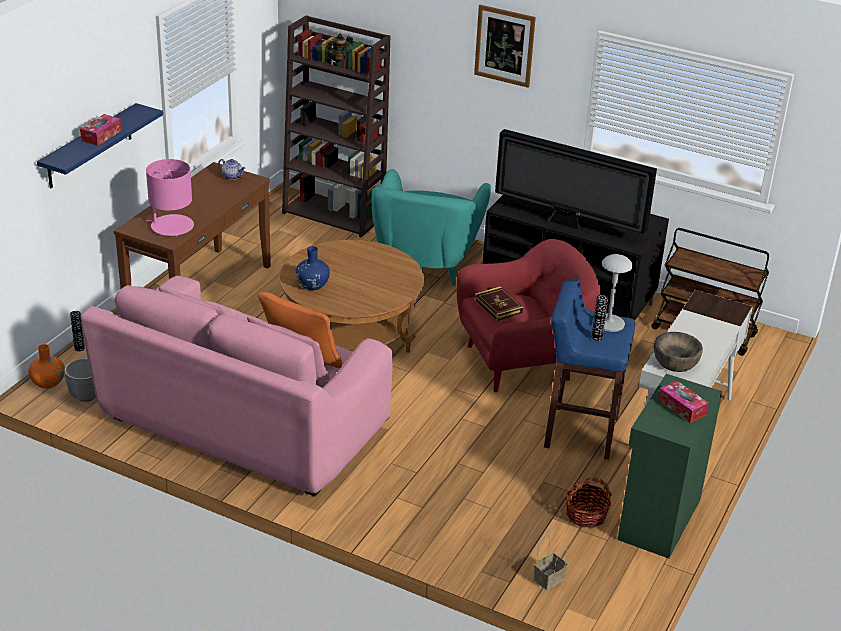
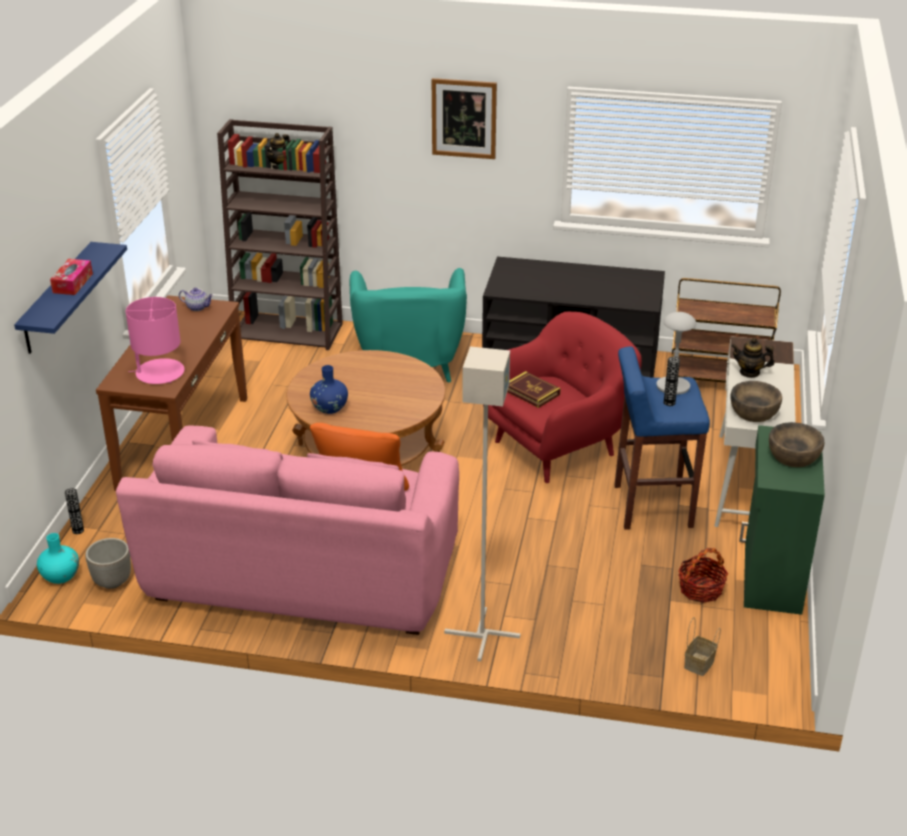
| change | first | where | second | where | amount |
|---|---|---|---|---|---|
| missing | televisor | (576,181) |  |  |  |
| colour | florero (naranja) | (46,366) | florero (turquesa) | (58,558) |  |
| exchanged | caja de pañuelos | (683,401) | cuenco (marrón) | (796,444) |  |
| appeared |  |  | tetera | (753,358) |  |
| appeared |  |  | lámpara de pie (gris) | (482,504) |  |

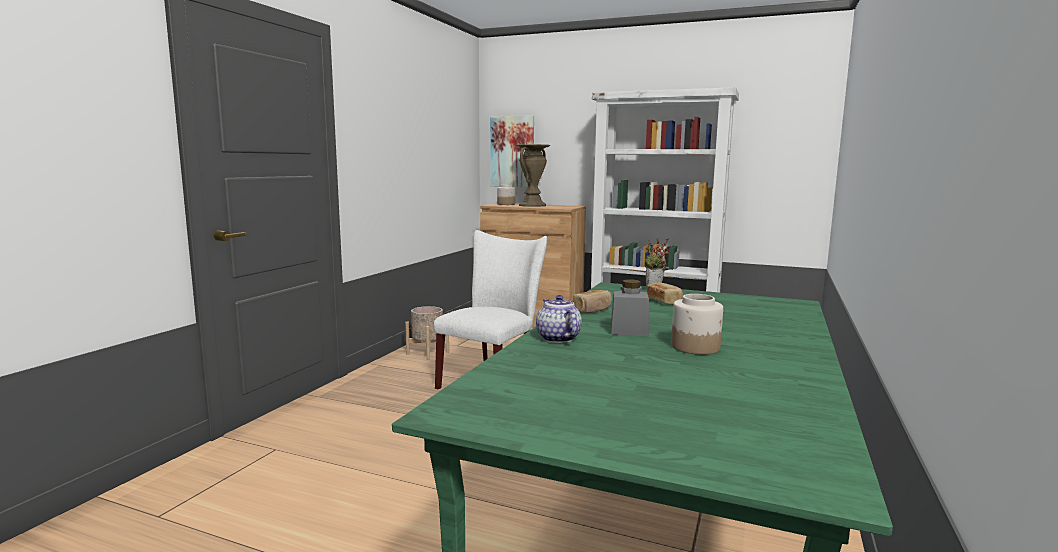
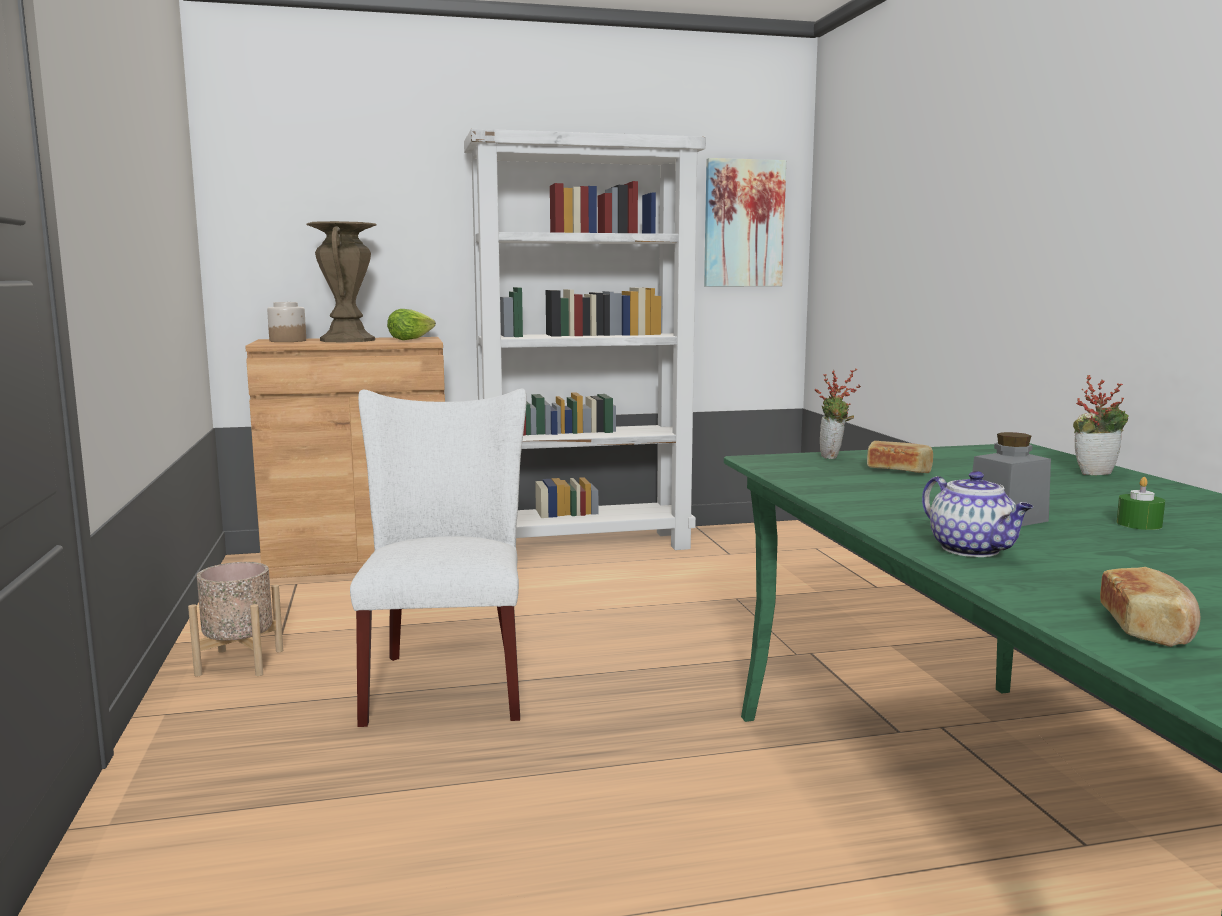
| change | first | where | second | where | amount |
|---|---|---|---|---|---|
| relocated | cuadro | (512,151) |  | (745,222) |  |
| relocated | pan | (592,301) |  | (1150,607) |  |
| exchanged | tarro | (697,324) | vela (verde) | (1140,503) |  |
| spun | tetera | (559,319) |  | (977,514) | 150 degrees counterclockwise |
| appeared |  |  | lechuga | (411,324) |  |
| appeared |  |  | planta en maceta | (1101,425) |  |

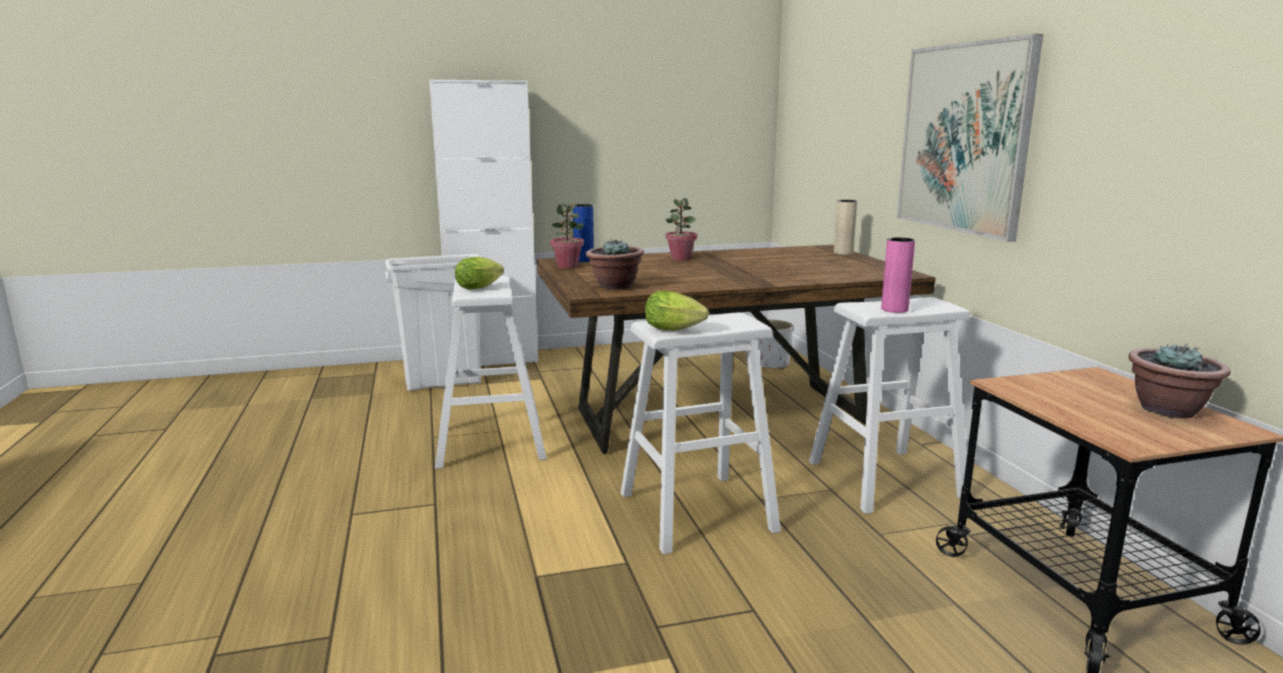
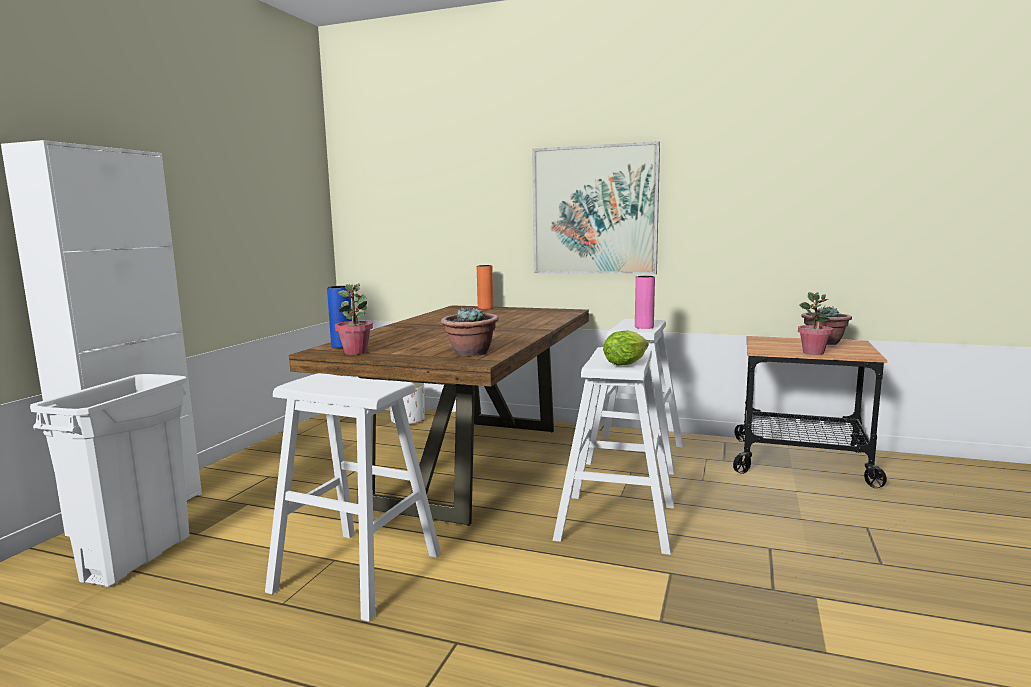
| change | first | where | second | where | amount |
|---|---|---|---|---|---|
| relocated | planta en maceta | (681,229) |  | (815,323) |  |
| colour | florero (beis) | (845,227) | florero (naranja) | (485,287) |  |
| missing | lechuga | (479,273) |  |  |  |

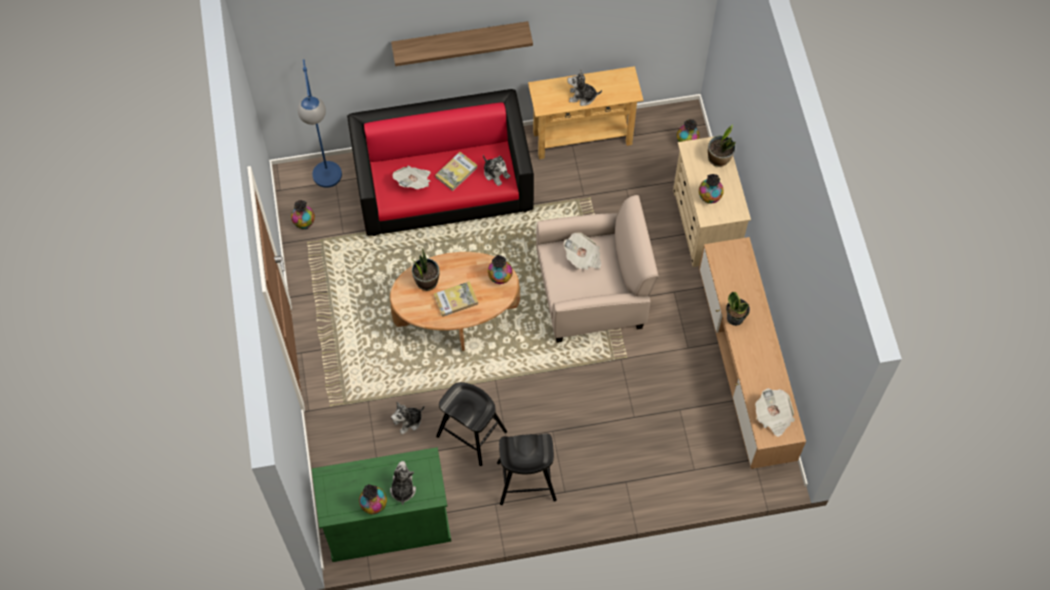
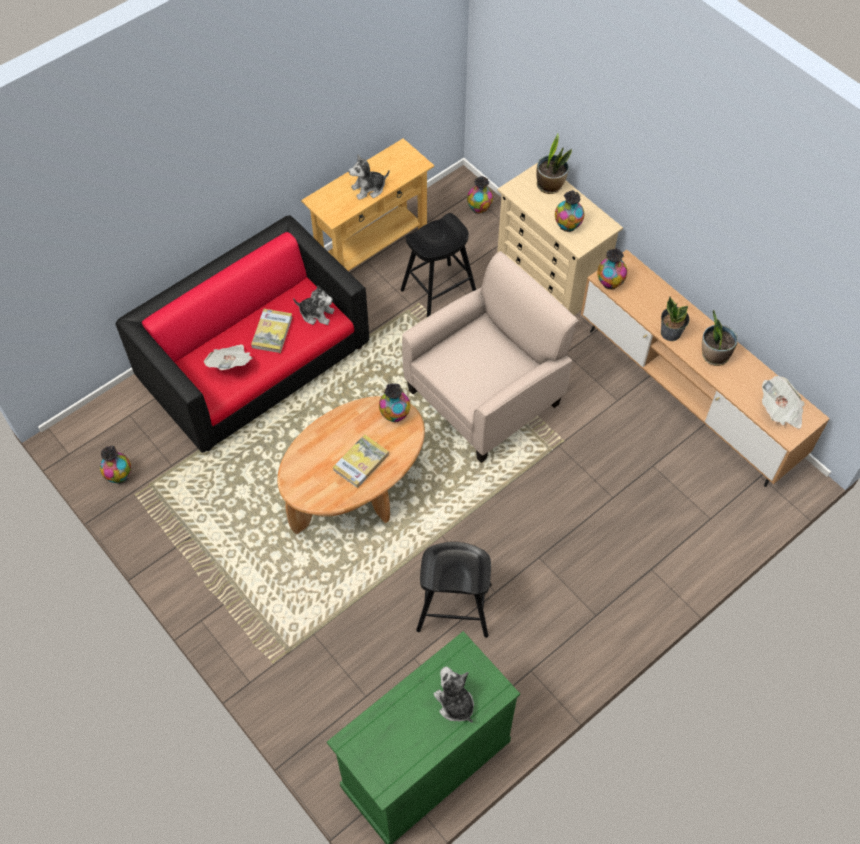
| change | first | where | second | where | amount |
|---|---|---|---|---|---|
| missing | estante | (462,43) |  |  |  |
| missing | lámpara de pie (azul) | (320,123) |  |  |  |
| missing | periódico | (582,251) |  |  |  |
| relocated | planta en maceta | (426,270) |  | (720,338) |  |
| missing | peluche | (408,418) |  |  |  |
| relocated | taburete (negro) | (527,469) |  | (438,265) |  |
| relocated | florero | (373,499) |  | (612,269) |  |

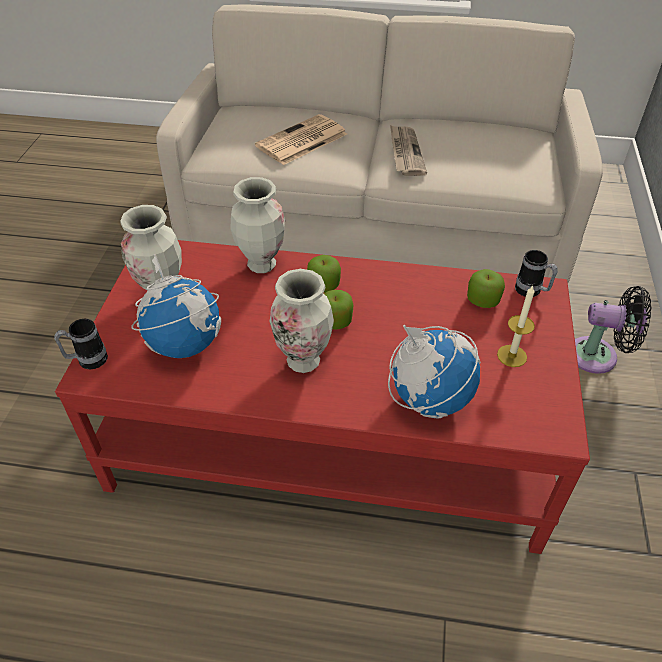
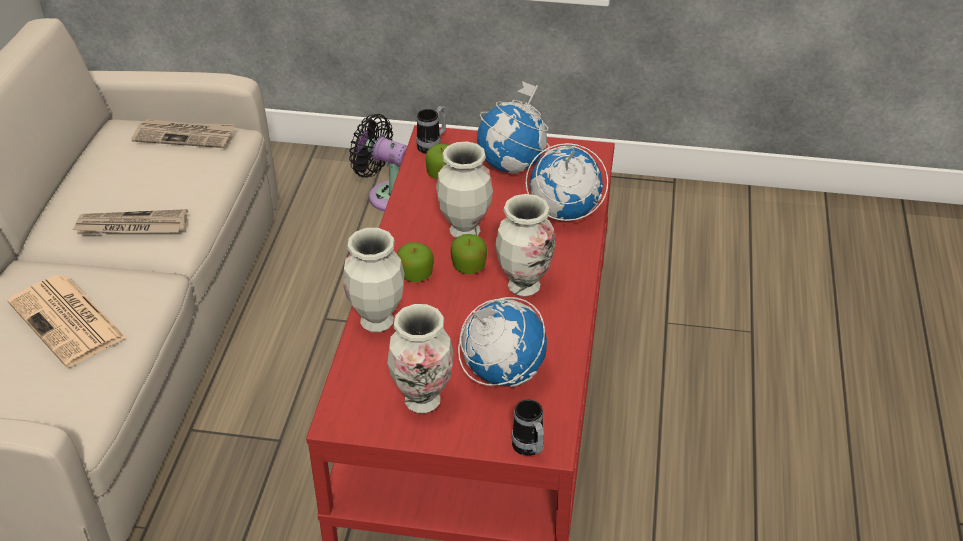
| change | first | where | second | where | amount |
|---|---|---|---|---|---|
| exchanged | vela | (516,326) | globo terráqueo | (513,127) |  |
| spun | ventilador (negro) | (613,330) |  | (378,162) | 75 degrees counterclockwise |
| appeared |  |  | periódico | (183,133) |  |
| appeared |  |  | florero | (464,189) |  |

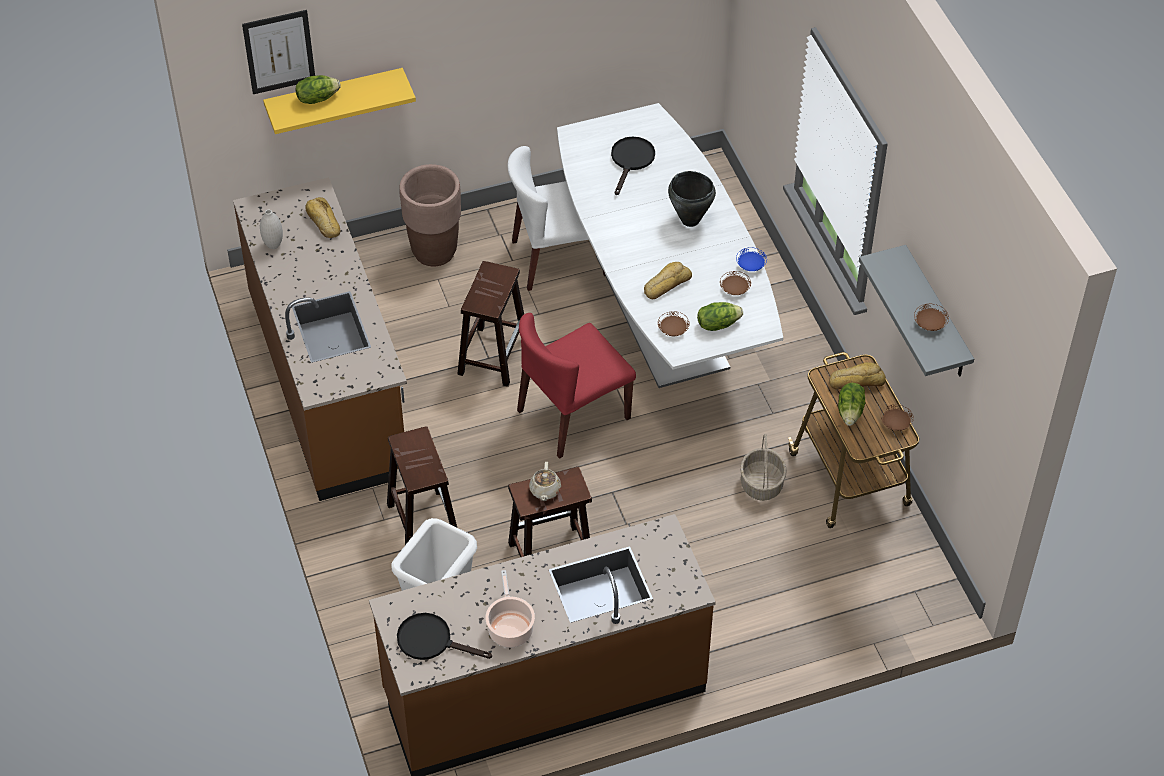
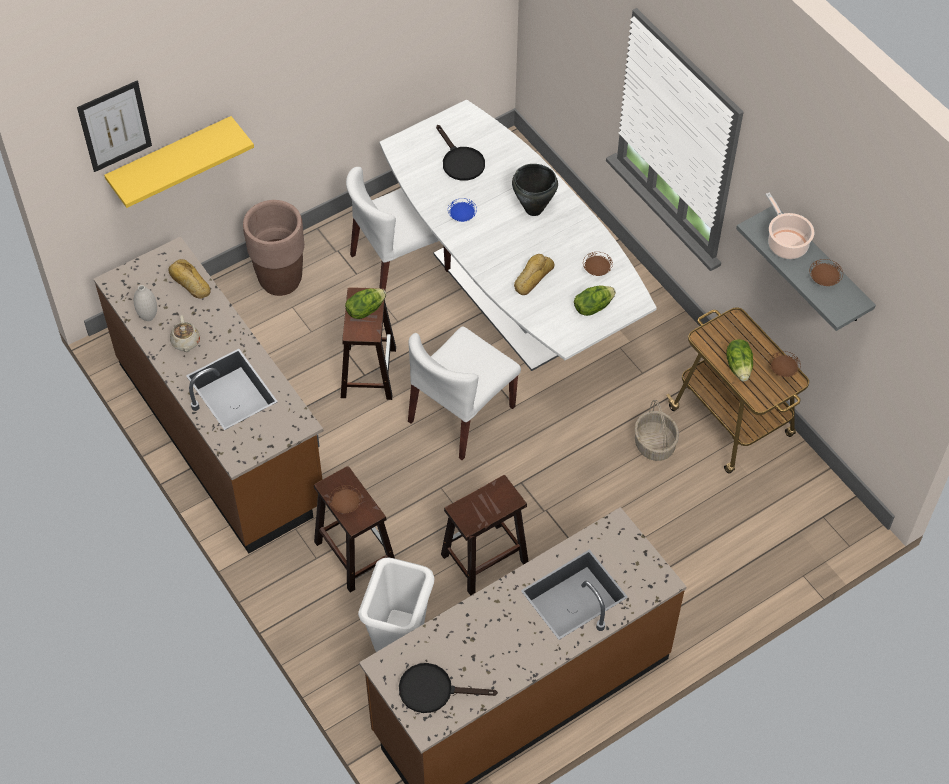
| change | first | where | second | where | amount |
|---|---|---|---|---|---|
| relocated | lechuga | (318,89) |  | (365,303) |  |
| spun | sartén (negro) | (633,165) |  | (460,153) | 150 degrees clockwise |
| relocated | plato (azul) | (751,259) |  | (462,210) |  |
| relocated | plato (marrón) | (674,323) |  | (345,499) |  |
| colour | silla (rojo) | (576,386) | silla (blanco) | (464,393) |  |
| missing | pan | (857,375) |  |  |  |
| relocated | tetera (beis) | (545,481) |  | (185,333) |  |
| relocated | olla | (510,609) |  | (790,226) |  |

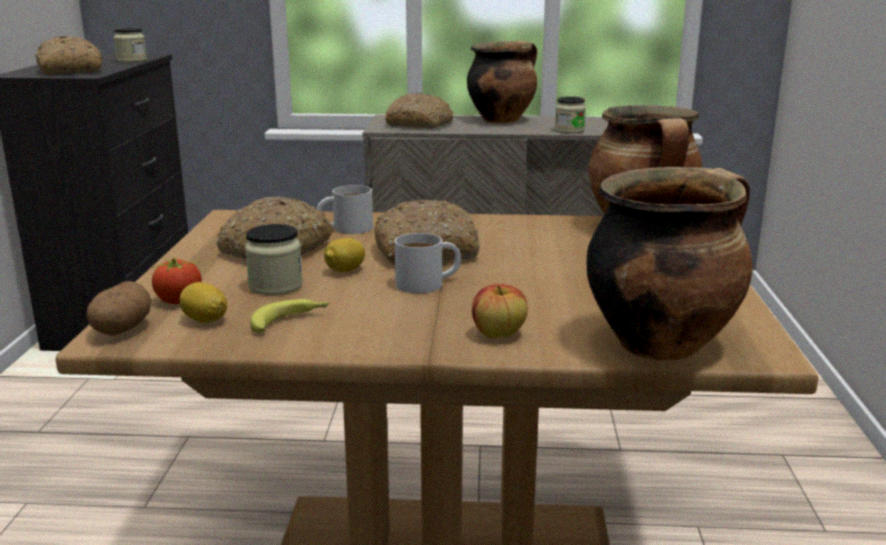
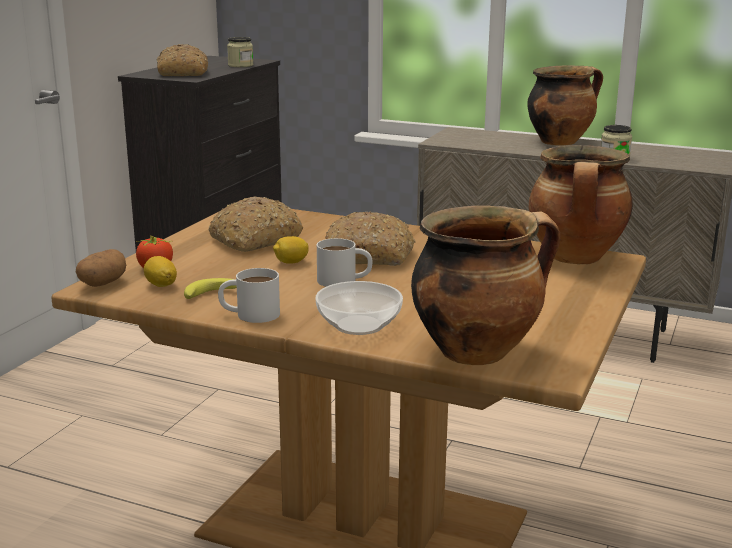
| change | first | where | second | where | amount |
|---|---|---|---|---|---|
| missing | pan | (419,111) |  |  |  |
| relocated | taza grande (blanco) | (345,209) |  | (249,295) |  |
| missing | tarro | (274,259) |  |  |  |
| exchanged | manzana | (500,311) | cuenco | (359,308) |  |

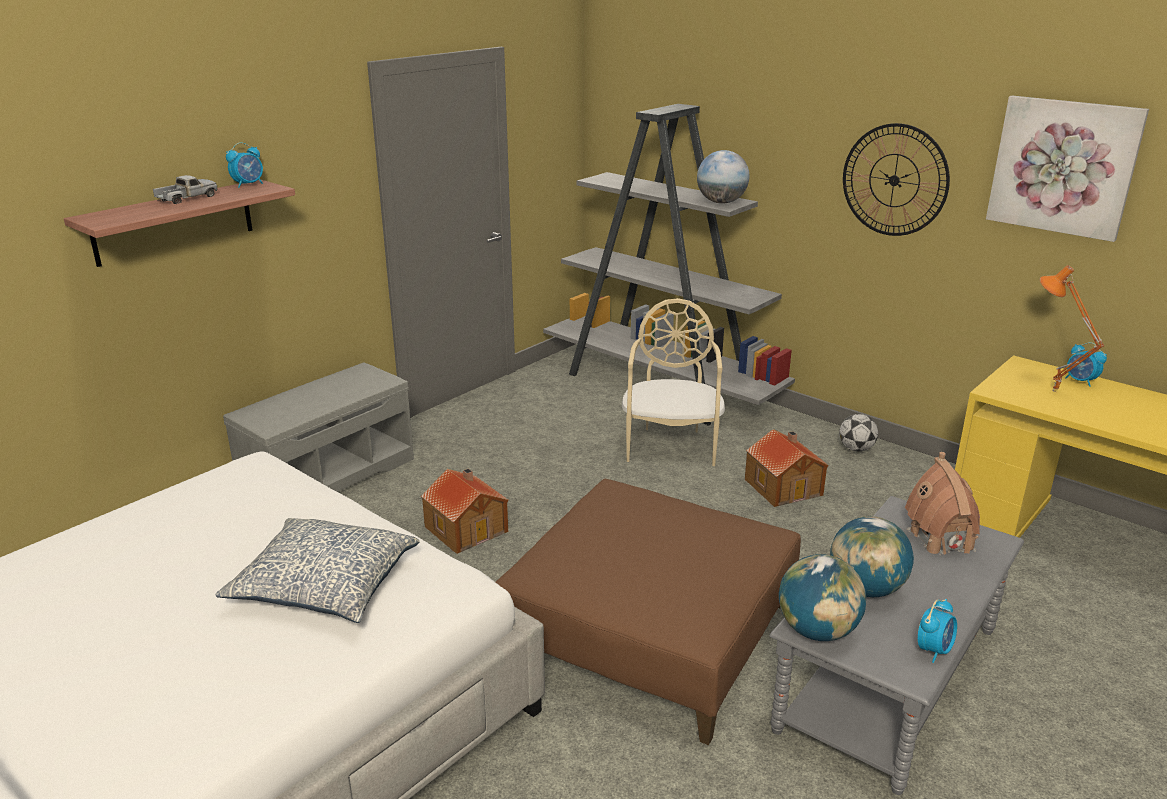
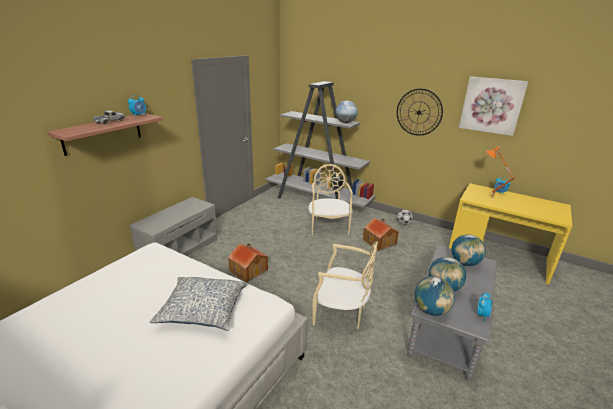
| change | first | where | second | where | amount |
|---|---|---|---|---|---|
| exchanged | casita | (942,504) | globo terráqueo | (468,250) |  |
| exchanged | puf (marrón) | (648,612) | silla (beis) | (345,285) |  |

